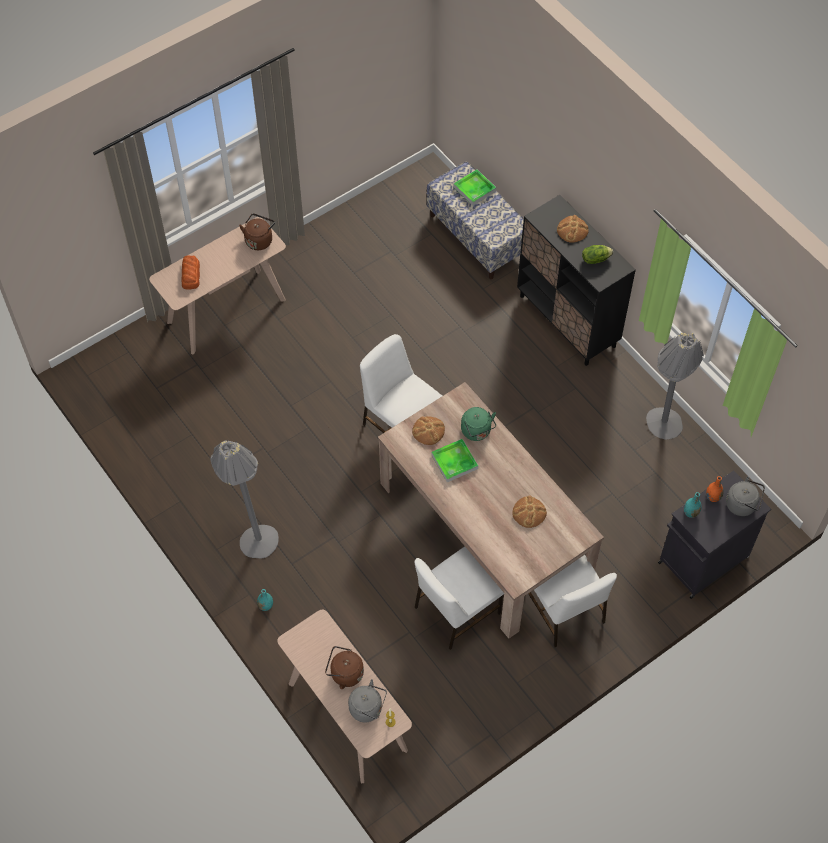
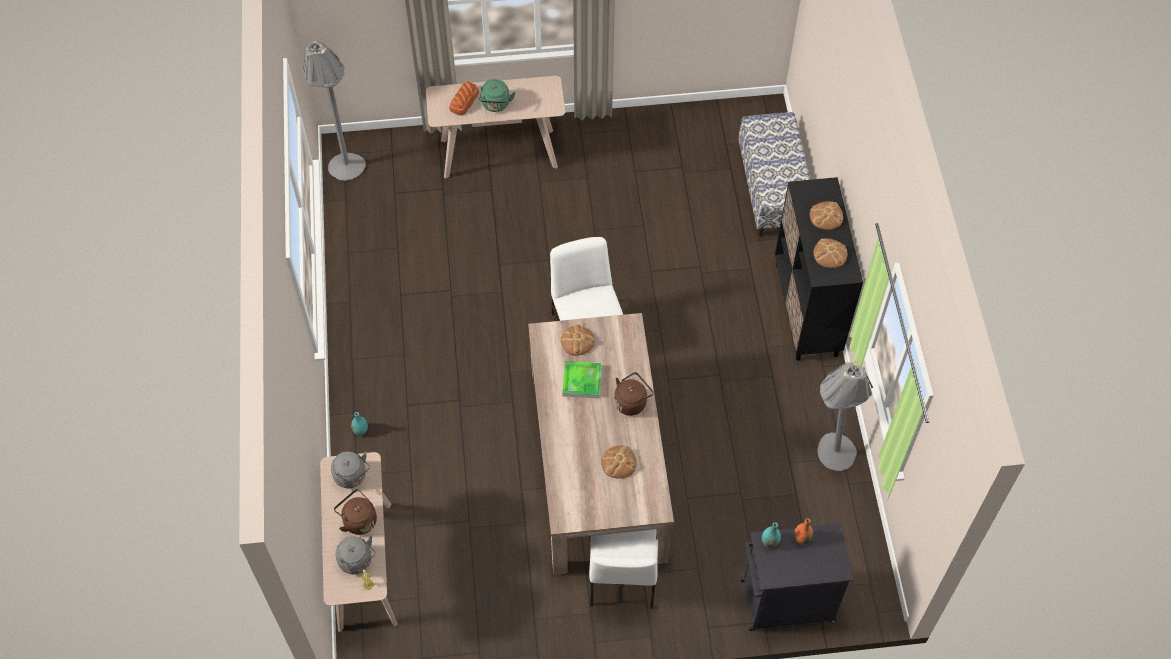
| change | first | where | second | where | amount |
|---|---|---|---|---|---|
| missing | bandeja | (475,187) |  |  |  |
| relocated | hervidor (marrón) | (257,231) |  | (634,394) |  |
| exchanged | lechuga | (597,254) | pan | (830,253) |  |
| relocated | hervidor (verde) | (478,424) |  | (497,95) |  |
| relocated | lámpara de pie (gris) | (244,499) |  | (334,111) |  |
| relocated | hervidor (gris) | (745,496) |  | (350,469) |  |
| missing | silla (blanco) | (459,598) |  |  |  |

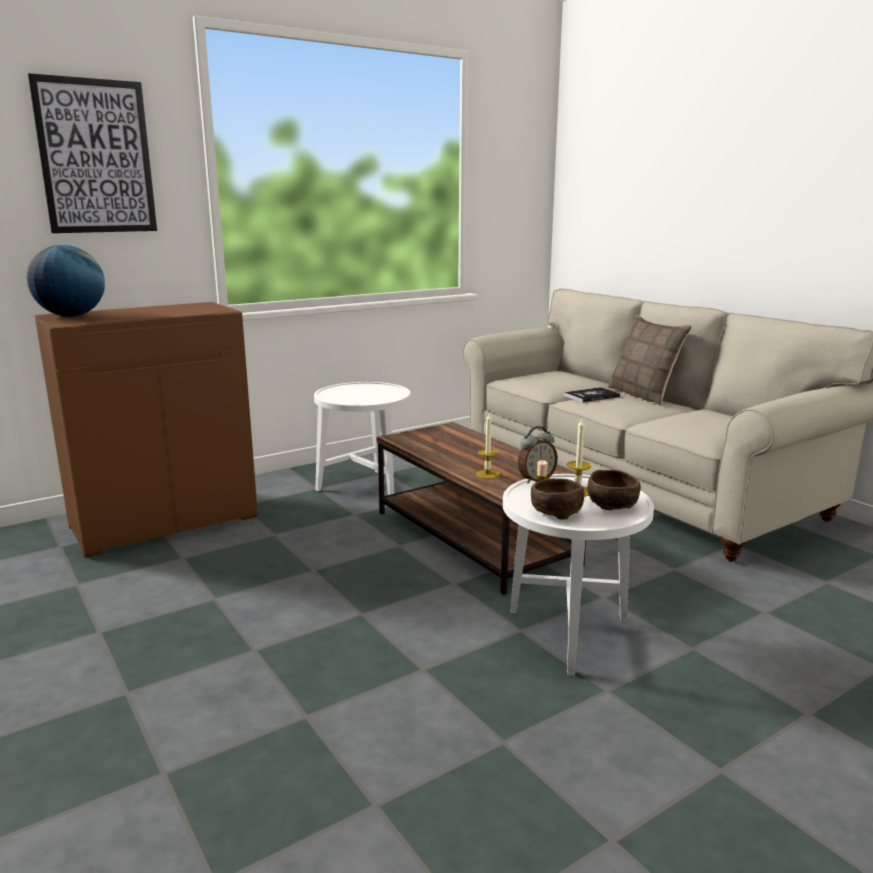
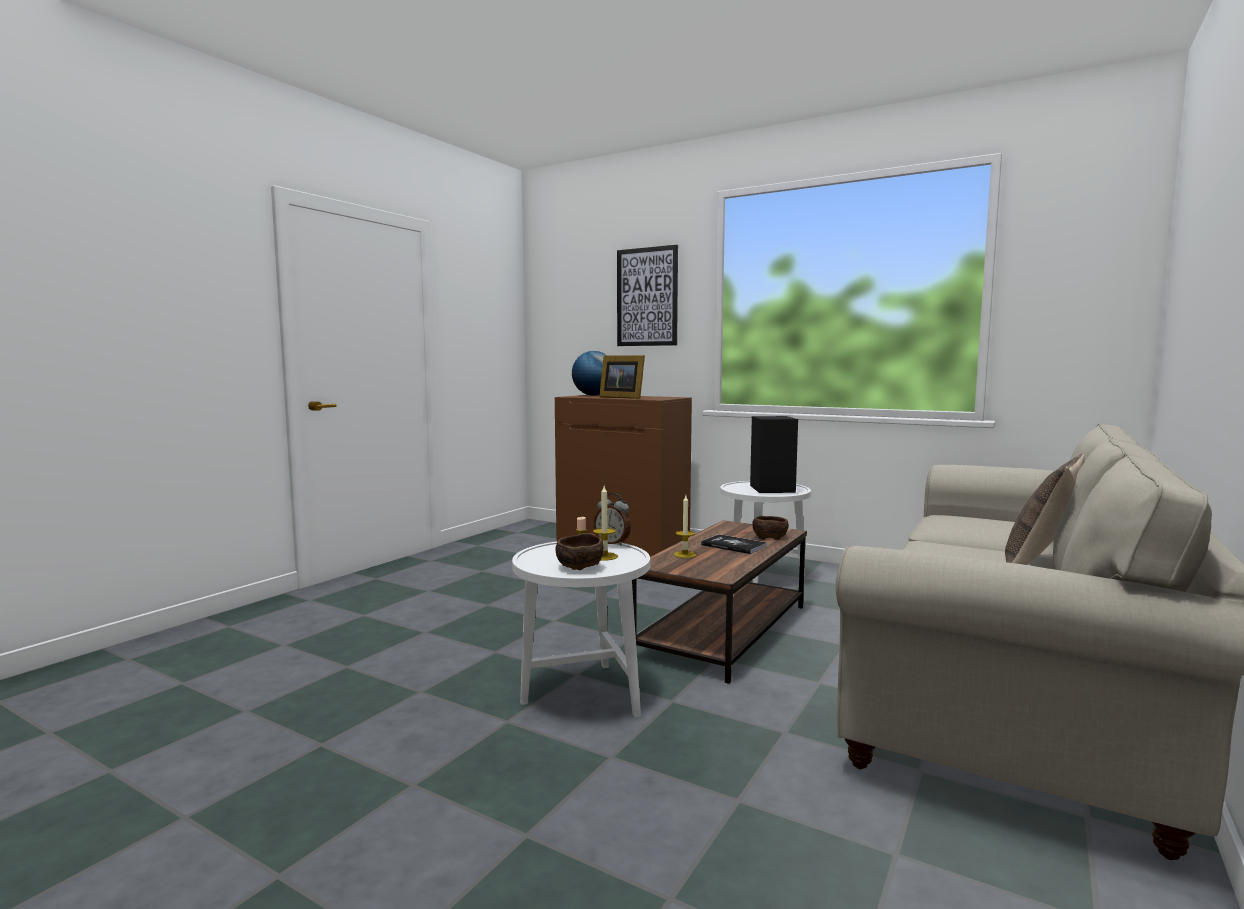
| change | first | where | second | where | amount |
|---|---|---|---|---|---|
| relocated | libro | (592,395) |  | (734,544) |  |
| relocated | cuenco (marrón) | (558,498) |  | (770,528) |  |
| appeared |  |  | portarretratos | (622,377) |  |
| appeared |  |  | altavoz (negro) | (774,454) |  |

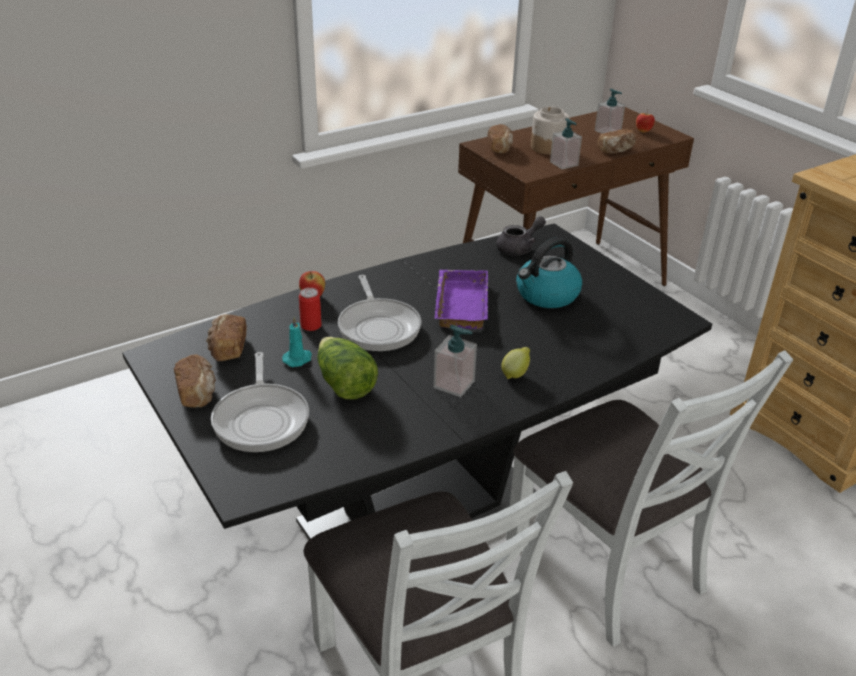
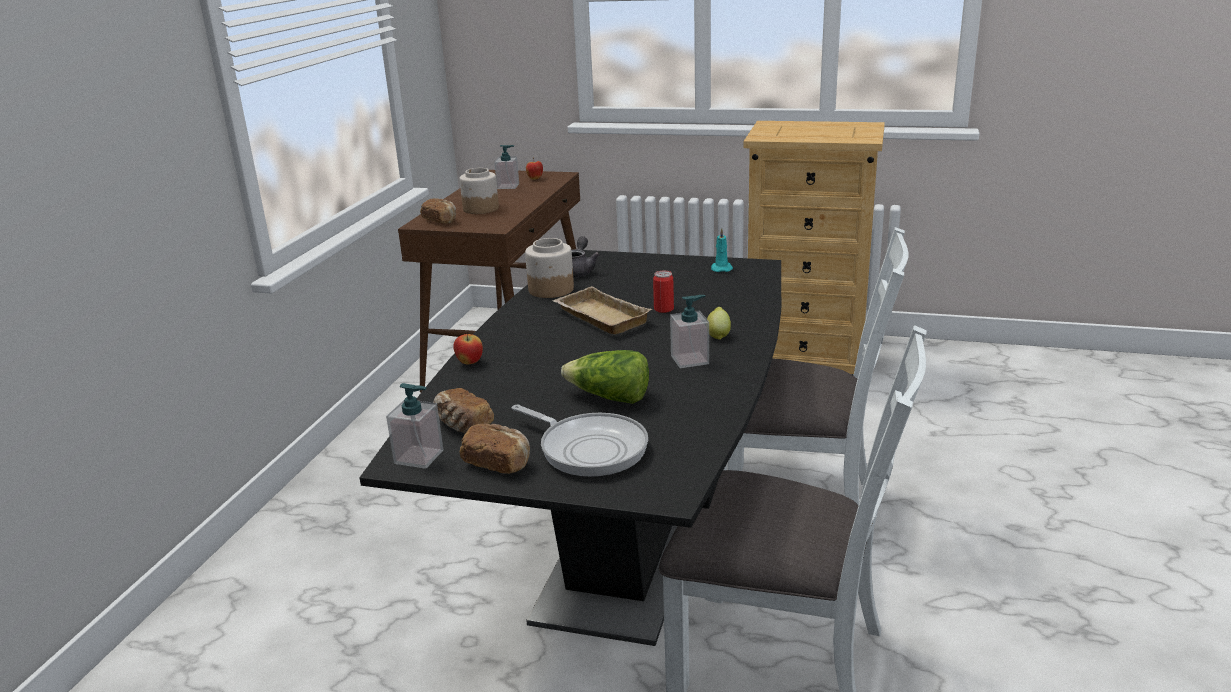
| change | first | where | second | where | amount |
|---|---|---|---|---|---|
| relocated | dispensador de jabón | (566,143) |  | (414,426) |  |
| missing | pan | (617,141) |  |  |  |
| missing | hervidor | (549,272) |  |  |  |
| colour | bandeja (morado) | (461,299) | bandeja (beis) | (602,310) |  |
| missing | sartén | (379,313) |  |  |  |
| relocated | lata | (310,309) |  | (663,292) |  |
| relocated | vela (turquesa) | (297,342) |  | (722,250) |  |
| appeared |  |  | tarro | (549,268) |  |

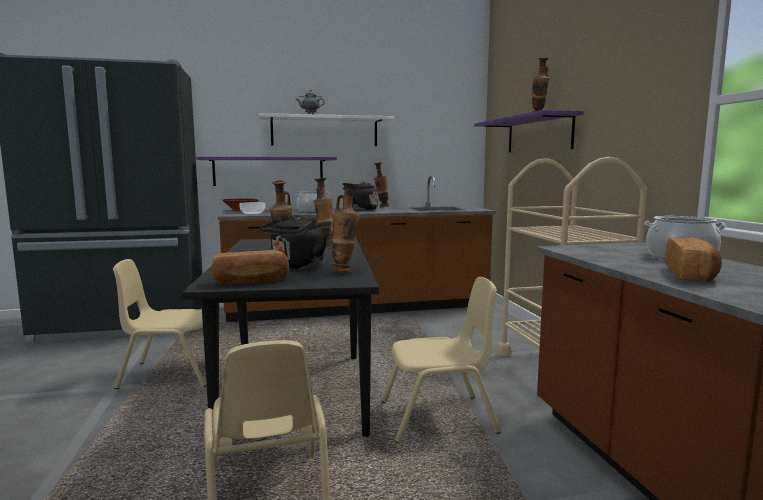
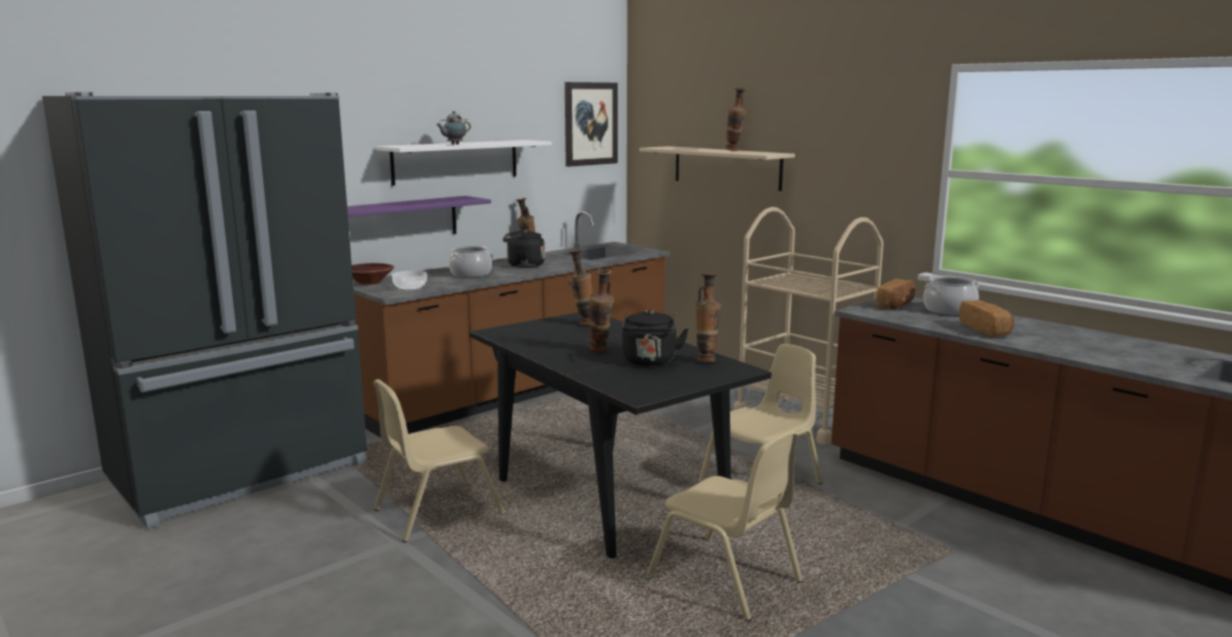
| change | first | where | second | where | amount |
|---|---|---|---|---|---|
| colour | estante (morado) | (529,131) | estante (beis) | (717,168) |  |
| relocated | pan | (250,267) |  | (896,294) |  |
| appeared |  |  | cuadro | (591,124) |  |

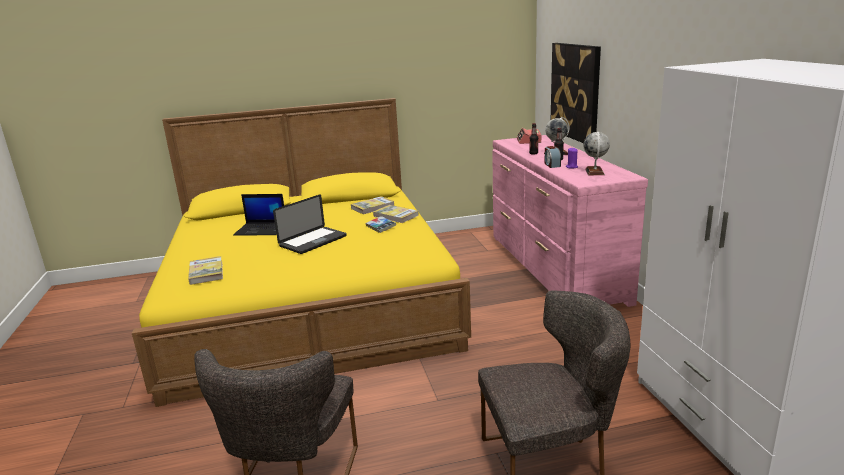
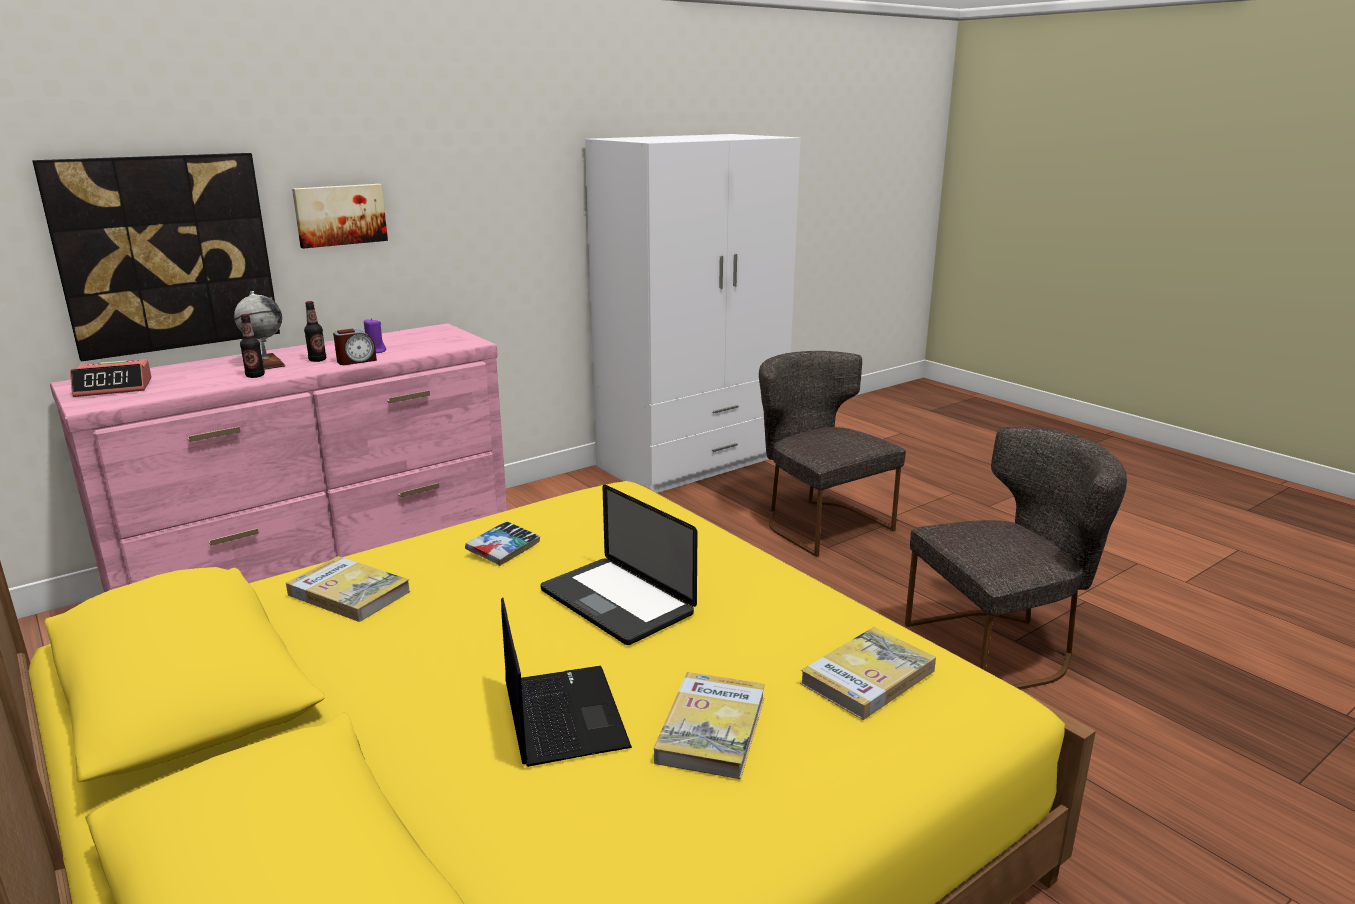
| change | first | where | second | where | amount |
|---|---|---|---|---|---|
| missing | globo terráqueo | (596,153) |  |  |  |
| spun | portátil | (310,224) |  | (619,565) | 150 degrees counterclockwise |
| relocated | libro | (396,214) |  | (709,725) |  |
| appeared |  |  | cuadro | (340,216) |  |

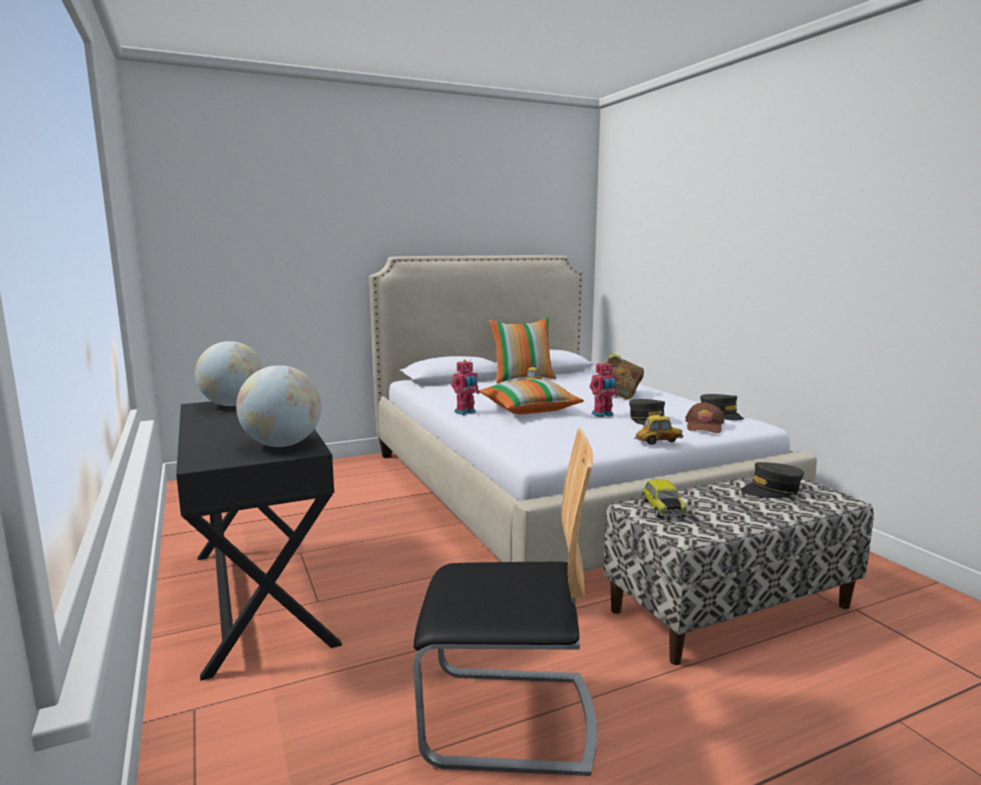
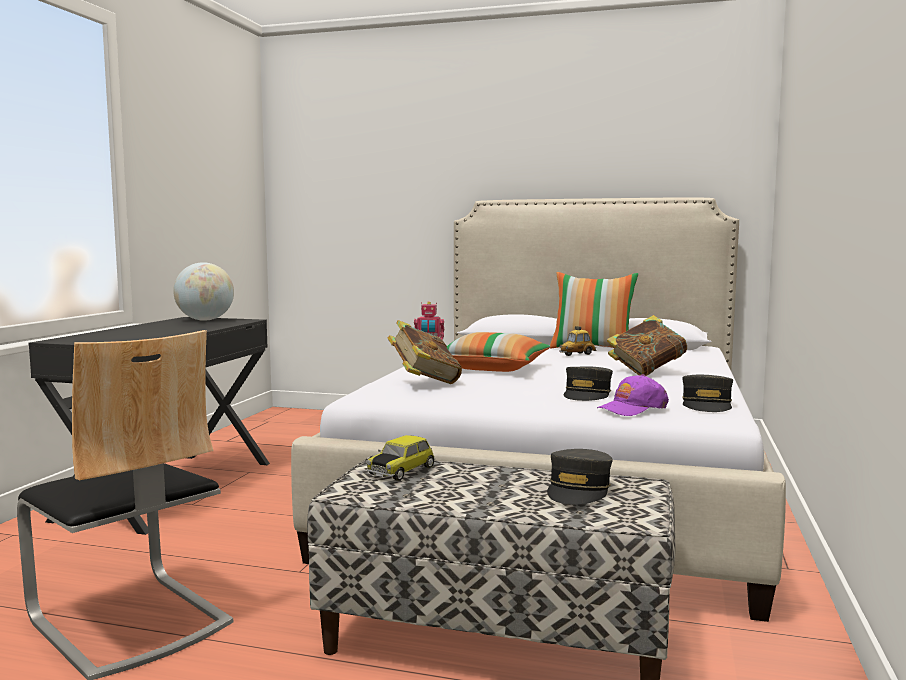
| change | first | where | second | where | amount |
|---|---|---|---|---|---|
| missing | robot de juguete | (604,389) |  |  |  |
| missing | globo terráqueo | (279,406) |  |  |  |
| colour | gorra (marrón) | (704,417) | gorra (morado) | (633,395) |  |
| missing | coche de juguete | (658,428) |  |  |  |
| spun | gorra (gris) | (772,480) |  | (580,477) | 90 degrees counterclockwise |
| appeared |  |  | libro | (425,352) |  |

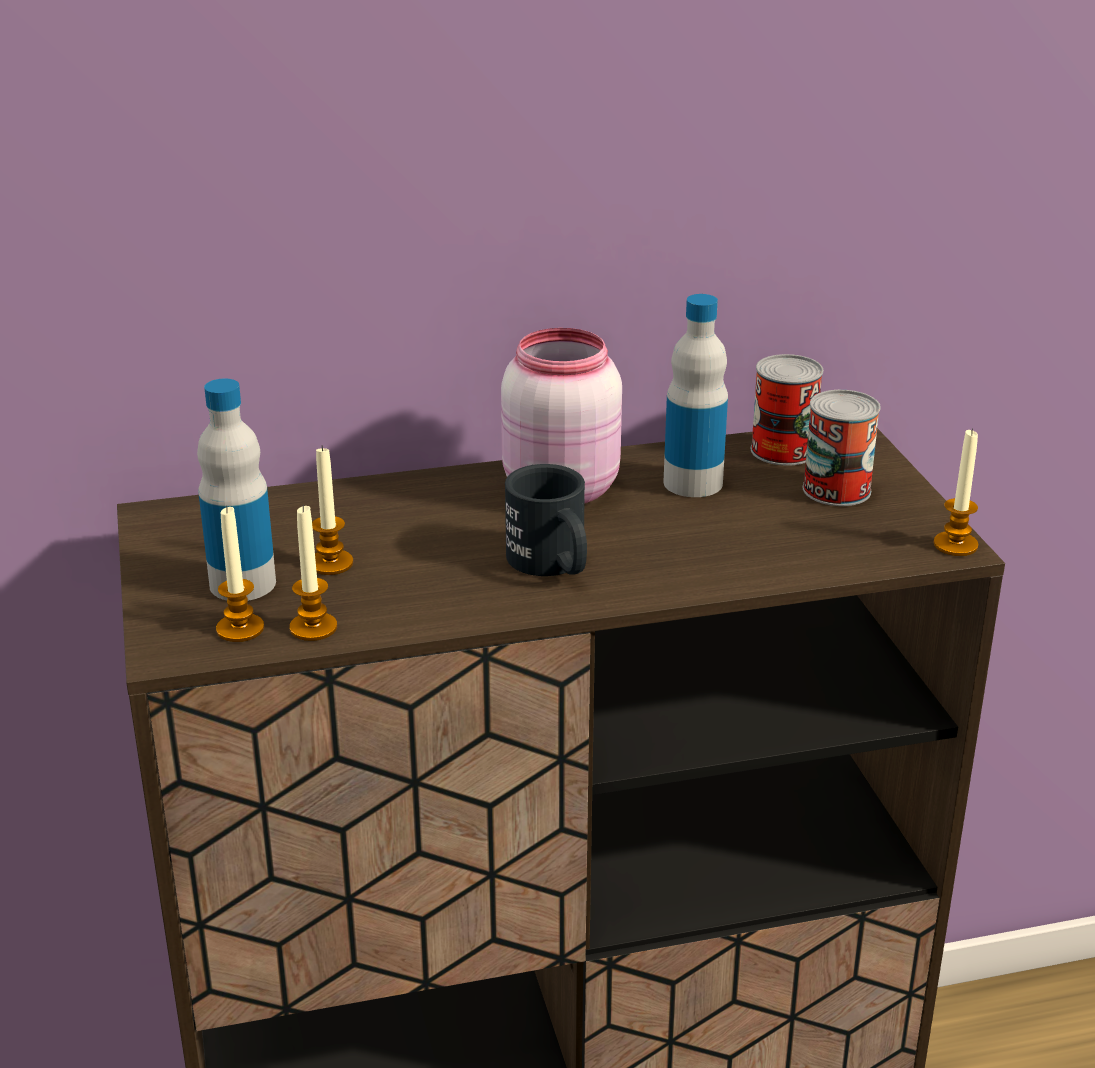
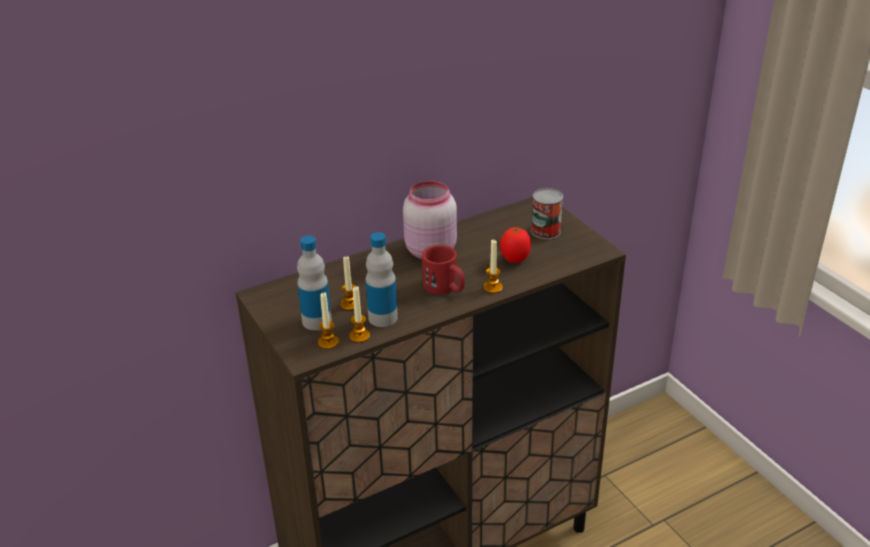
| change | first | where | second | where | amount |
|---|---|---|---|---|---|
| relocated | botella | (695,395) |  | (381,279) |  |
| missing | lata | (787,410) |  |  |  |
| relocated | vela | (956,492) |  | (493,266) |  |
| colour | taza grande (negro) | (546,520) | taza grande (rojo) | (443,269) |  |
| appeared |  |  | tomate | (515,245) |  |

